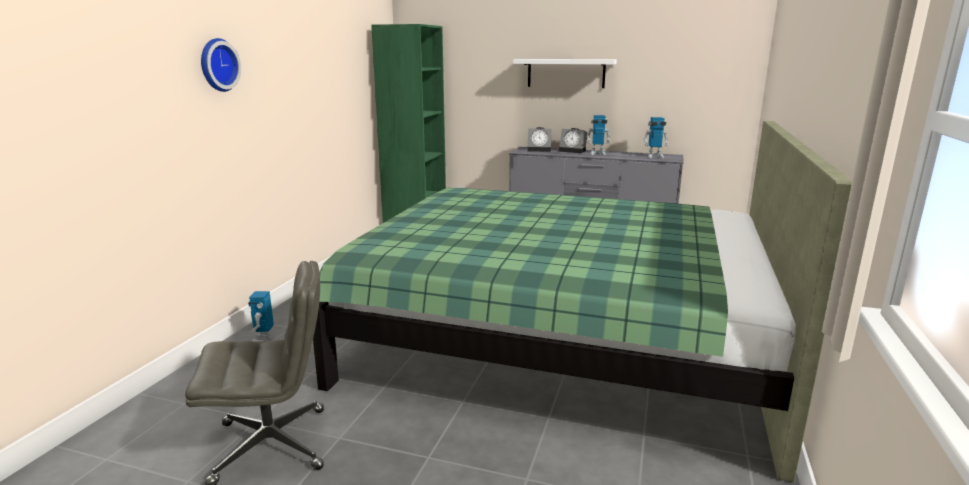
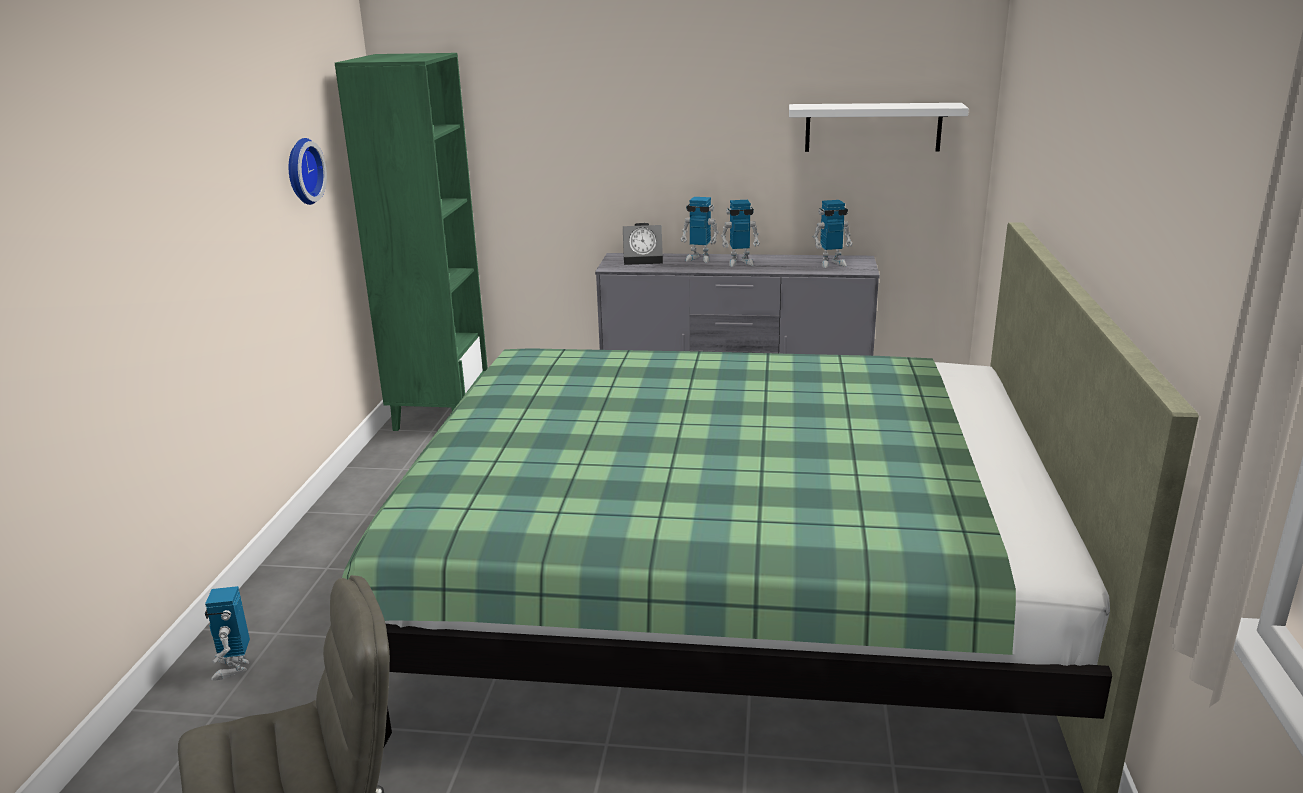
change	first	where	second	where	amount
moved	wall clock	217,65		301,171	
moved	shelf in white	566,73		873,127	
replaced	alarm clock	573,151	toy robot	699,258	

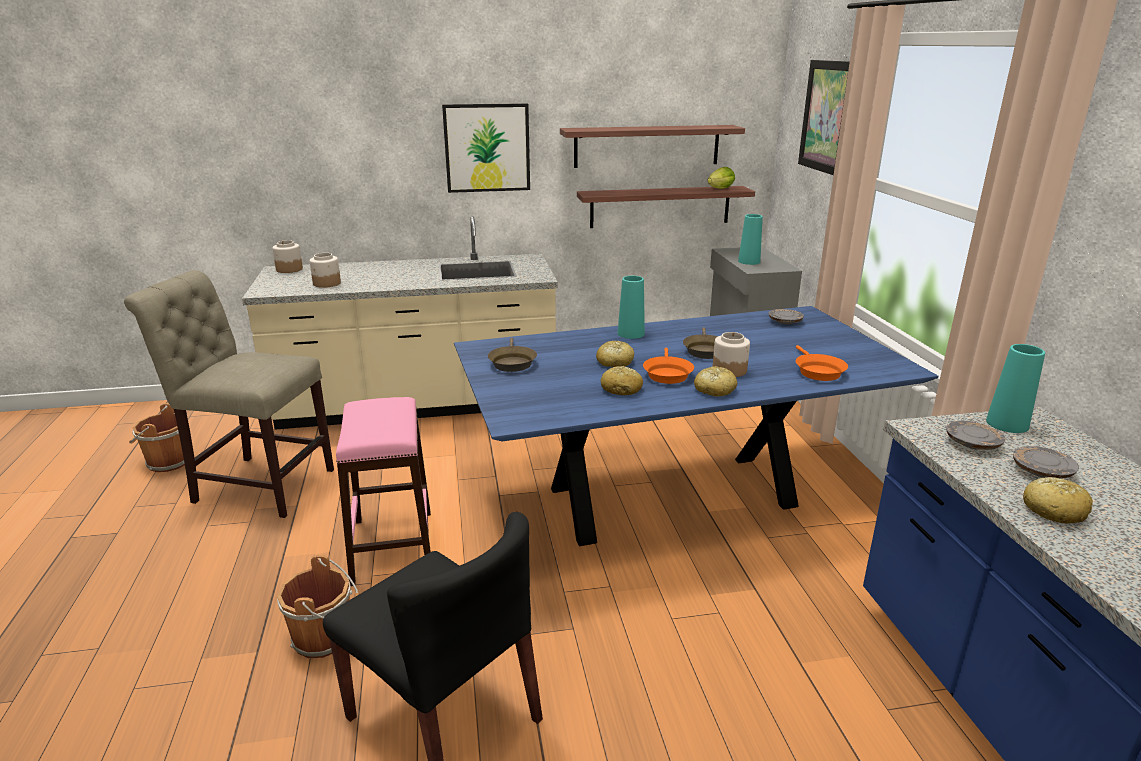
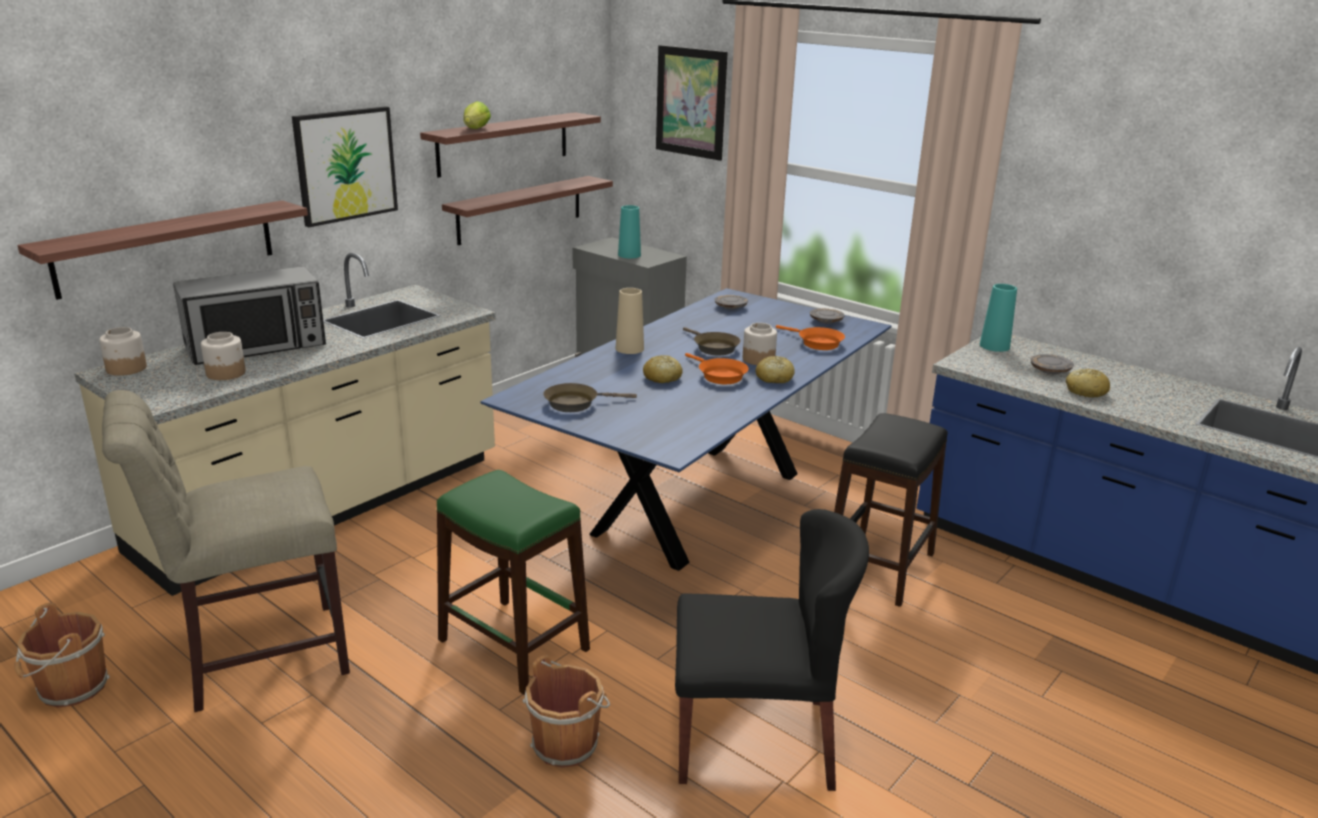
change	first	where	second	where	amount
moved	lettuce	719,189		475,129	
recoloured	vase in turquoise	631,333	vase in beige	629,349	
turned	frying pan in brown	512,362		575,403	120 degrees clockwise
removed	bread	621,389			
recoloured	stool in pink	392,547	stool in green	513,645	
moved	plate in grey	972,443		826,321	
added			shelf	166,248	
added			microwave	257,346	
added			stool in black	880,567	

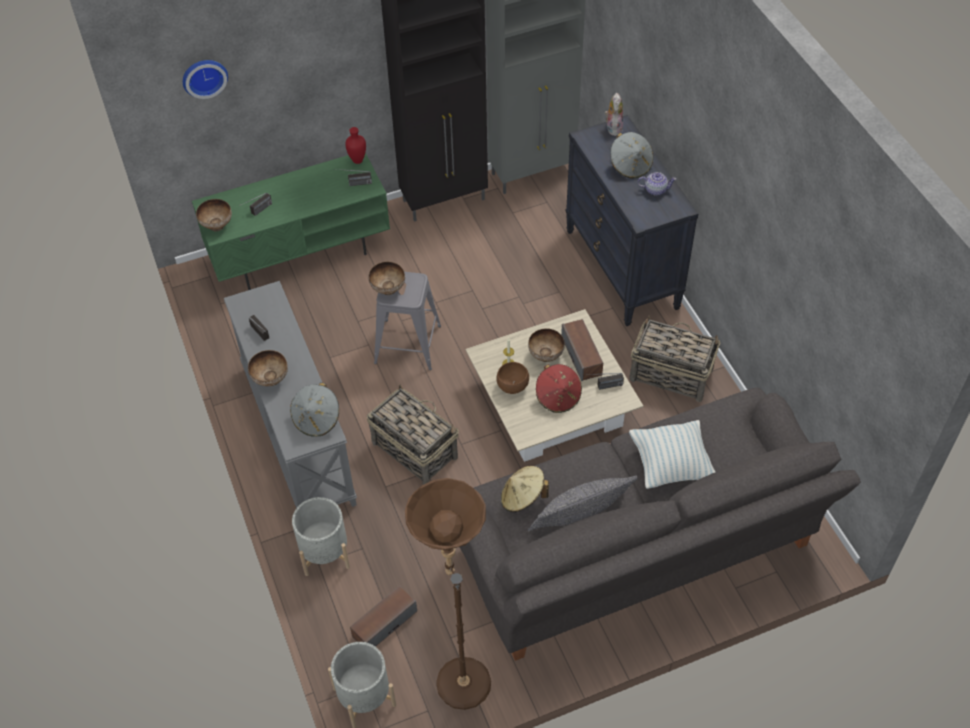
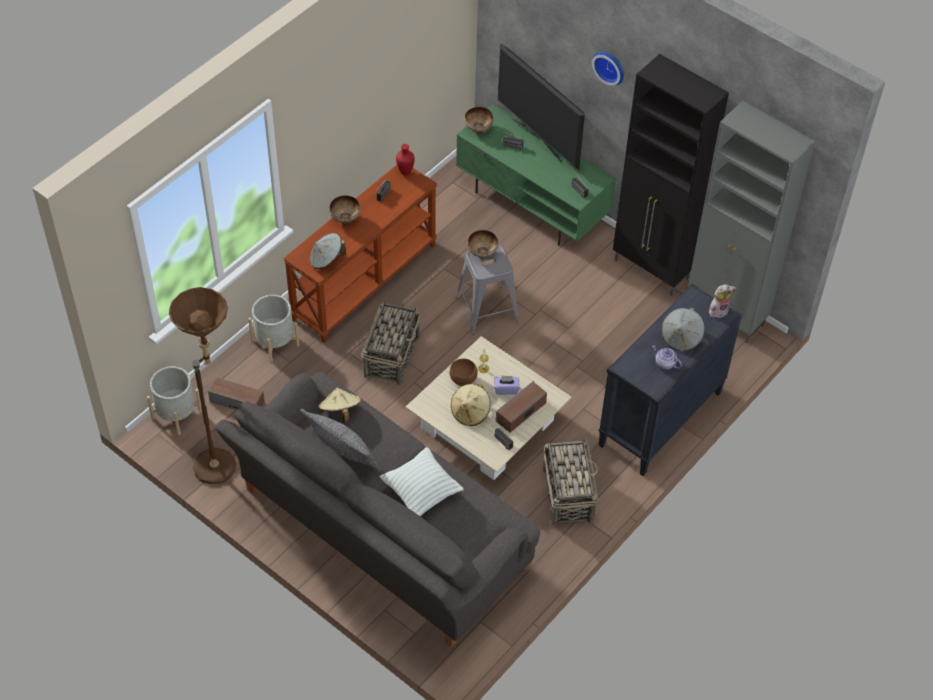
change	first	where	second	where	amount
moved	wall clock	204,76		610,66	
moved	vase in red	357,160		405,172	
turned	teapot	655,189		665,364	150 degrees clockwise
recoloured	console table in grey	296,434	console table in brown	364,281	
replaced	bowl	546,356	tissue box in purple	506,389	
recoloured	hat in red	558,397	hat in beige	470,412	
added			television	537,140	

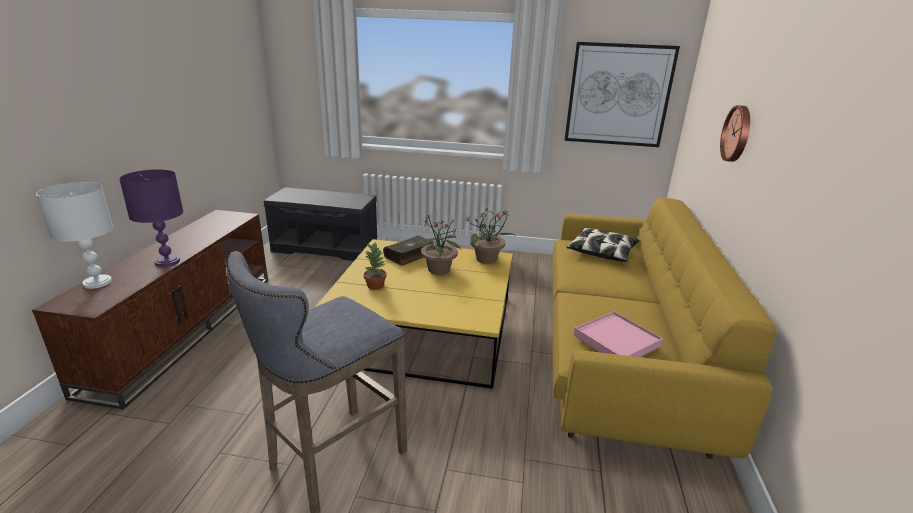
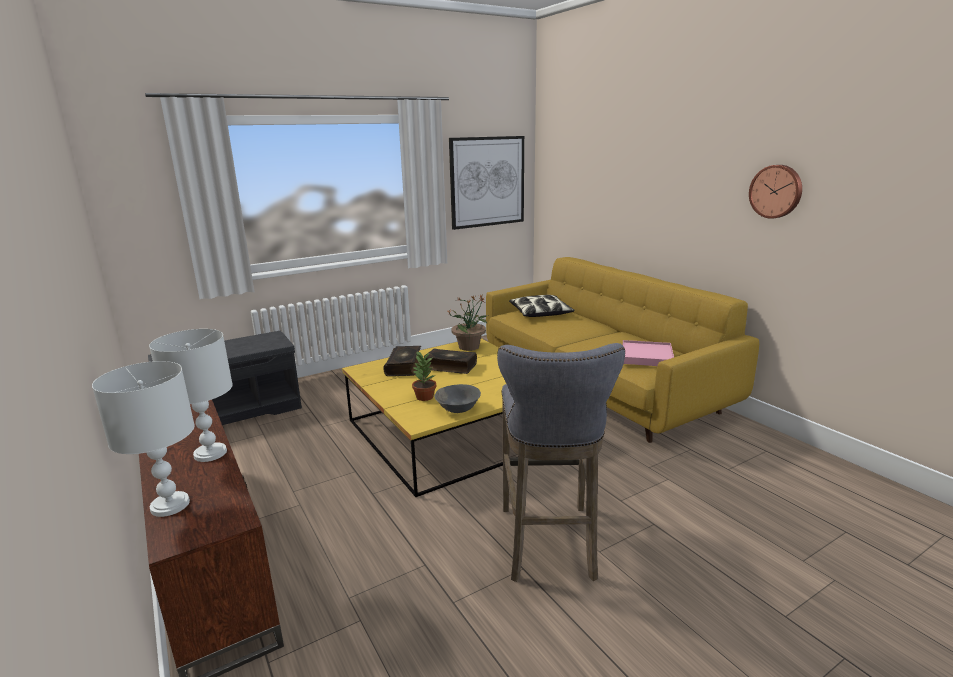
change	first	where	second	where	amount
moved	wall clock	738,134		776,191	
recoloured	table lamp in purple	168,261	table lamp in white	210,453	
replaced	potted plant	438,270	book	450,367	
added			bowl in grey	458,408	

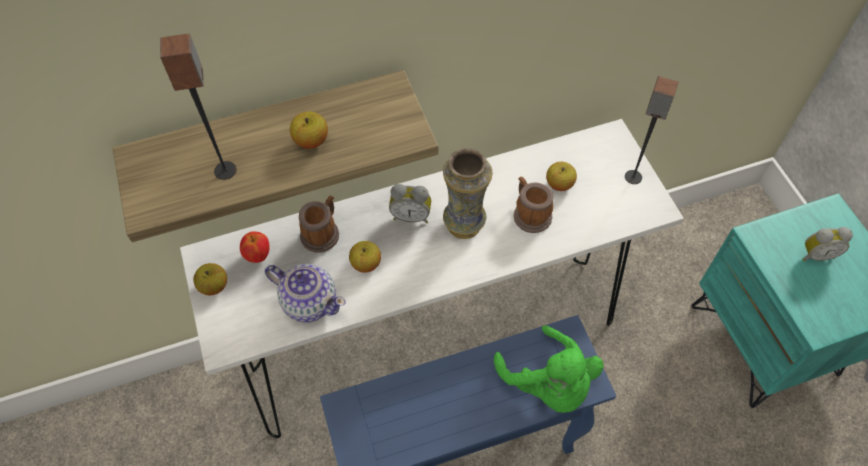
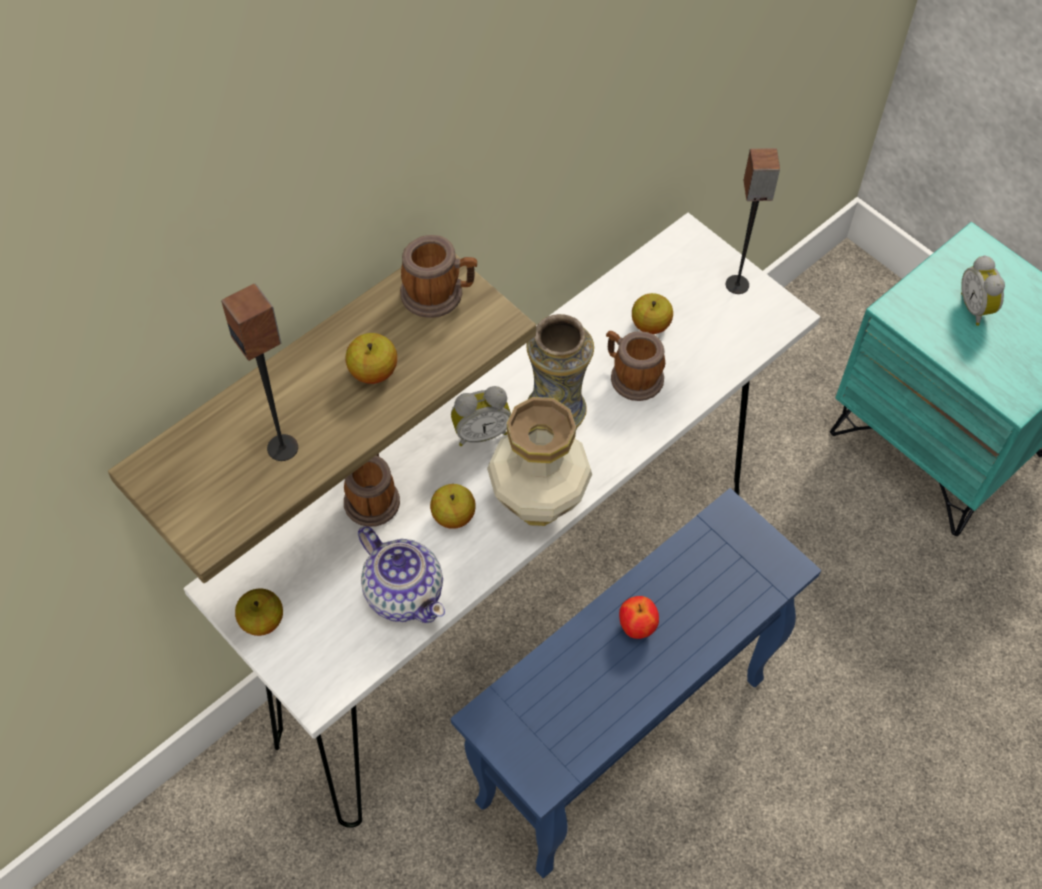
change	first	where	second	where	amount
turned	alarm clock	816,254		976,308	105 degrees clockwise
moved	apple	258,256		637,627	
turned	teapot	309,301		404,592	45 degrees clockwise
removed	plush toy in green	549,384			
added			mug	439,294	
added			vase	537,506	

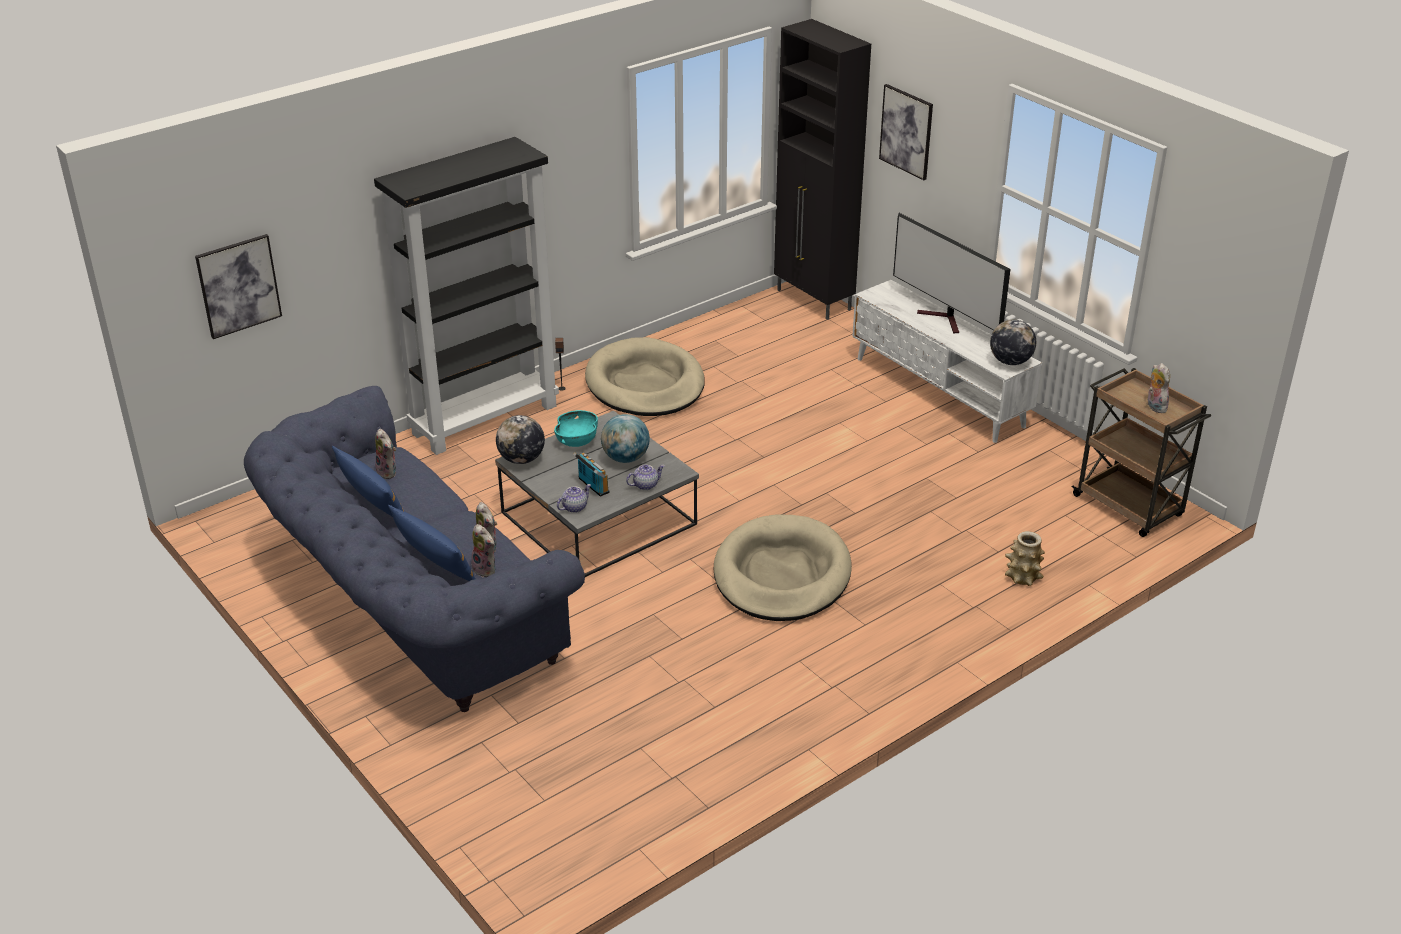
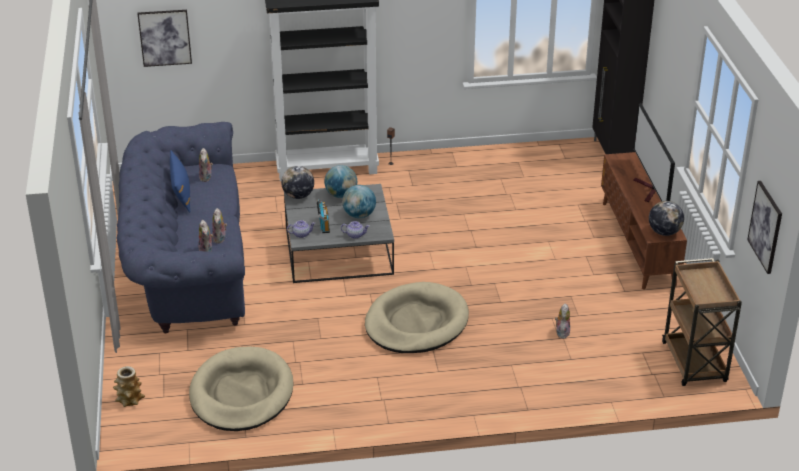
change	first	where	second	where	amount
moved	picture	906,131		765,227	
recoloured	tv stand in white	940,392	tv stand in brown	638,243	
moved	dog bed in beige	645,384		241,394	
moved	plush toy	1154,406		561,332	
replaced	bowl in turquoise	577,440	globe	341,195	
removed	pillow in blue	435,565			
moved	vase	1022,577		129,399	

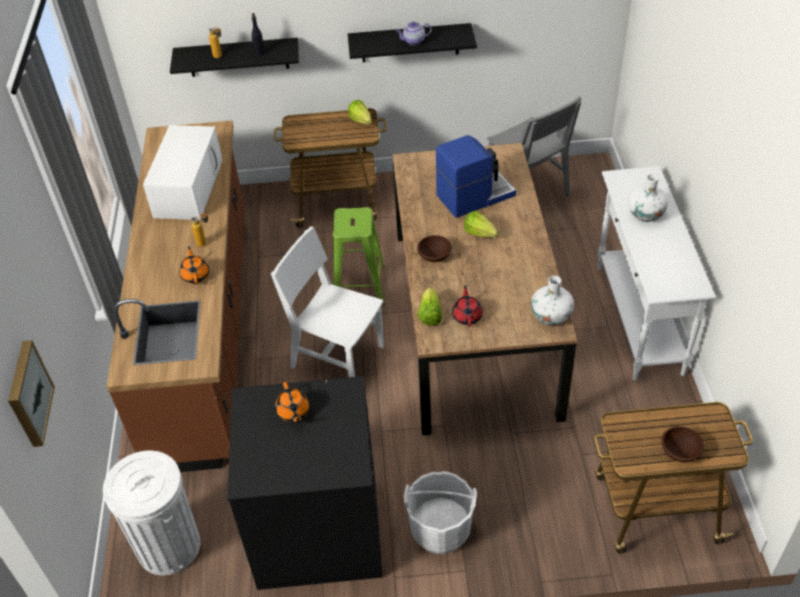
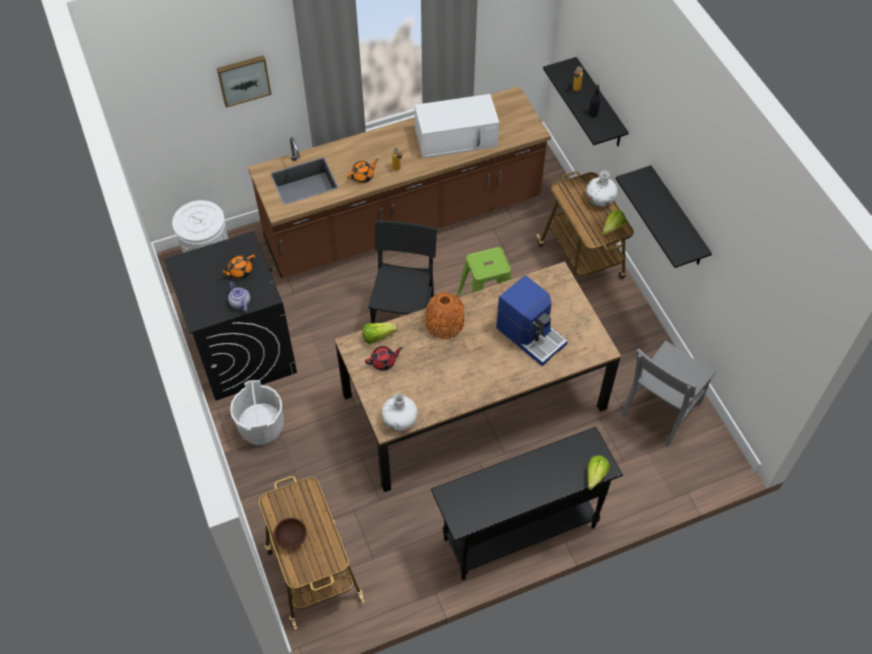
change	first	where	second	where	amount
moved	teapot	413,41		240,303	
recoloured	console table in white	638,319	console table in black	519,532	
moved	vase in white	645,215		600,200	
moved	lettuce	482,235		593,478	
recoloured	chair in white	337,356	chair in black	403,315	
replaced	bowl in brown	434,256	vase in orange	444,324	
moved	picture	28,394		243,79	

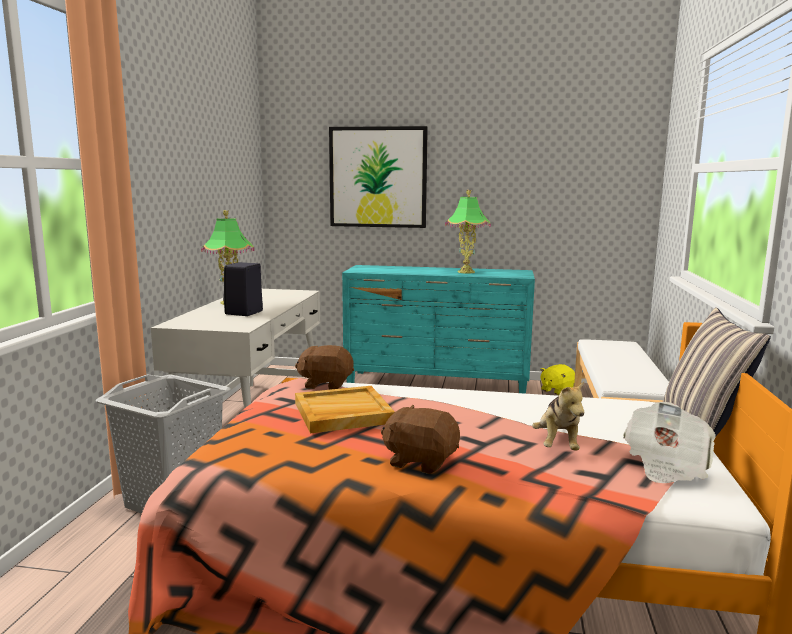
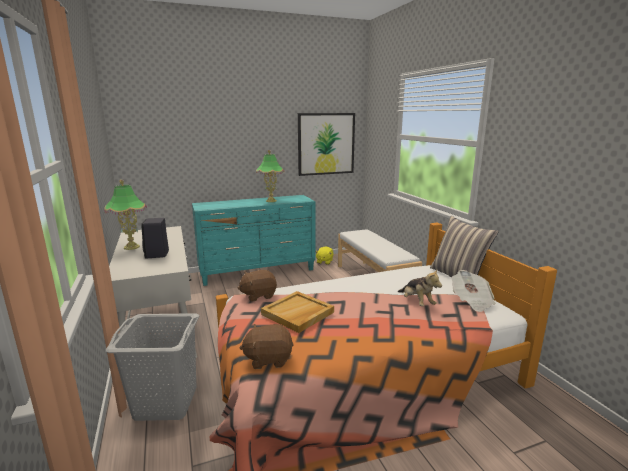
change	first	where	second	where	amount
moved	picture	378,177		326,144	
moved	plush toy in brown	420,461		268,359	

